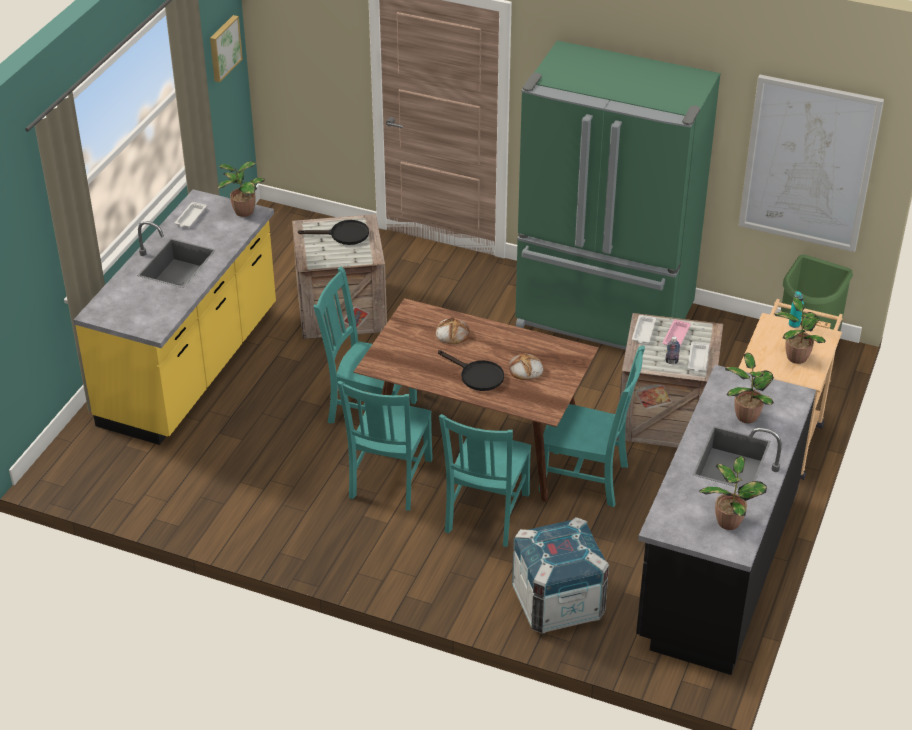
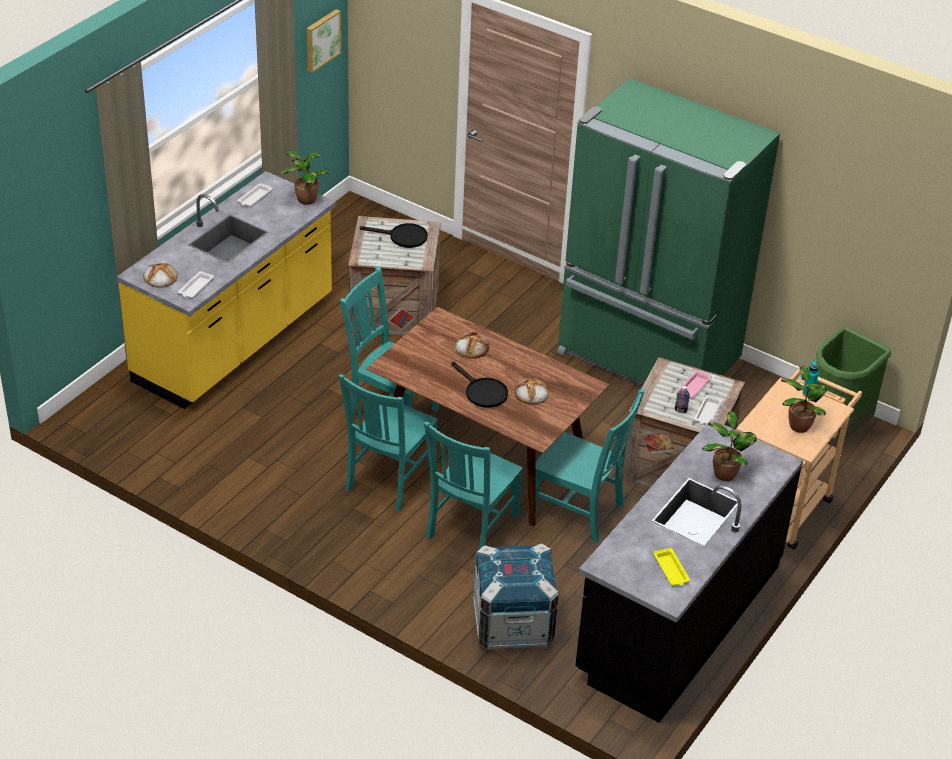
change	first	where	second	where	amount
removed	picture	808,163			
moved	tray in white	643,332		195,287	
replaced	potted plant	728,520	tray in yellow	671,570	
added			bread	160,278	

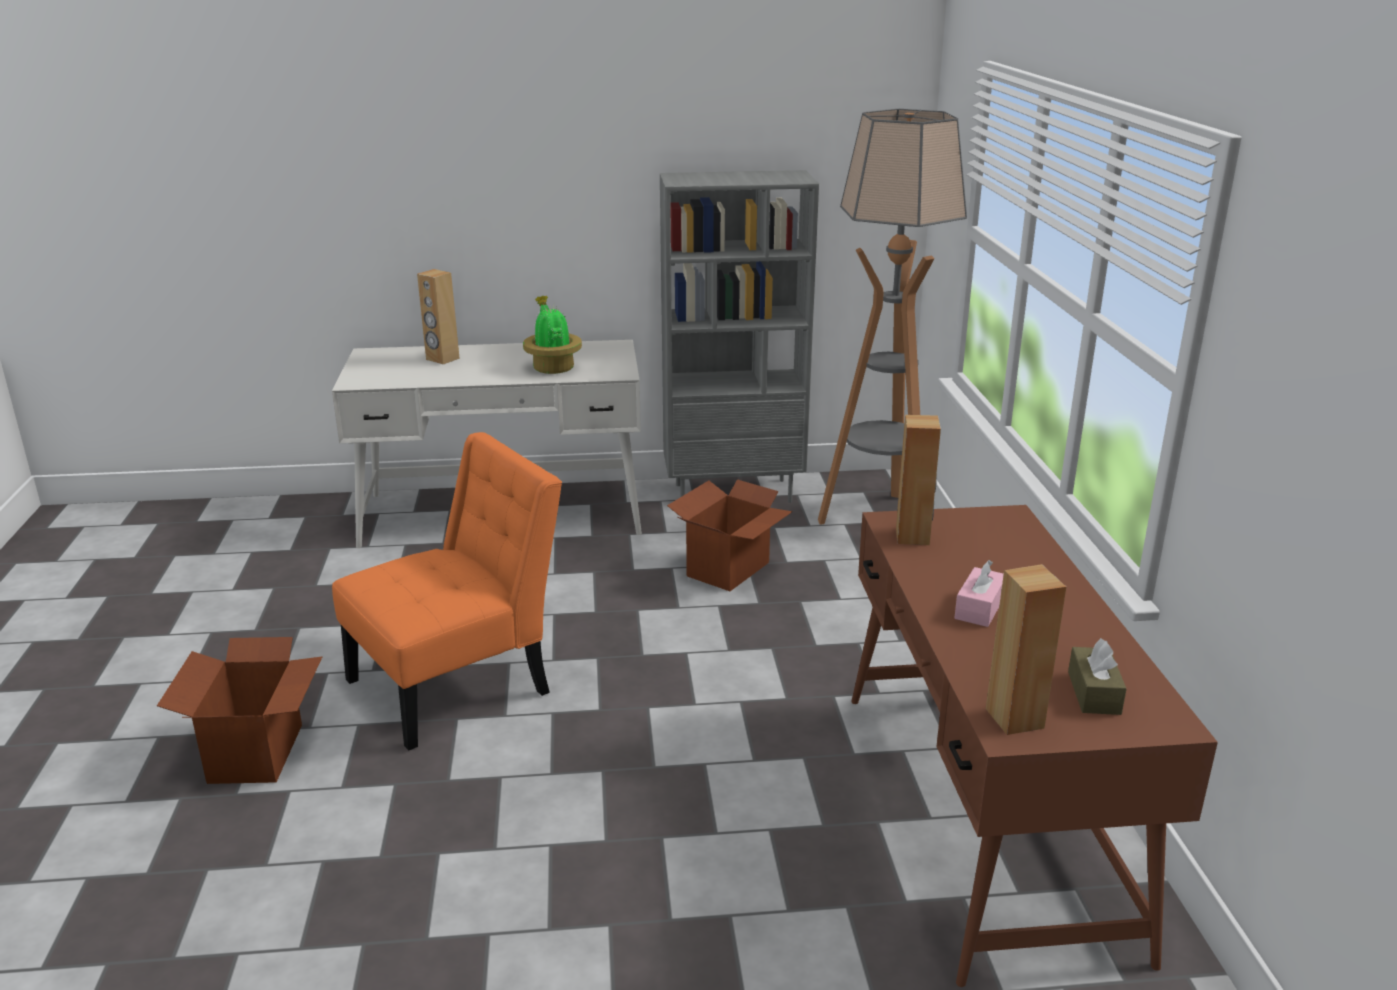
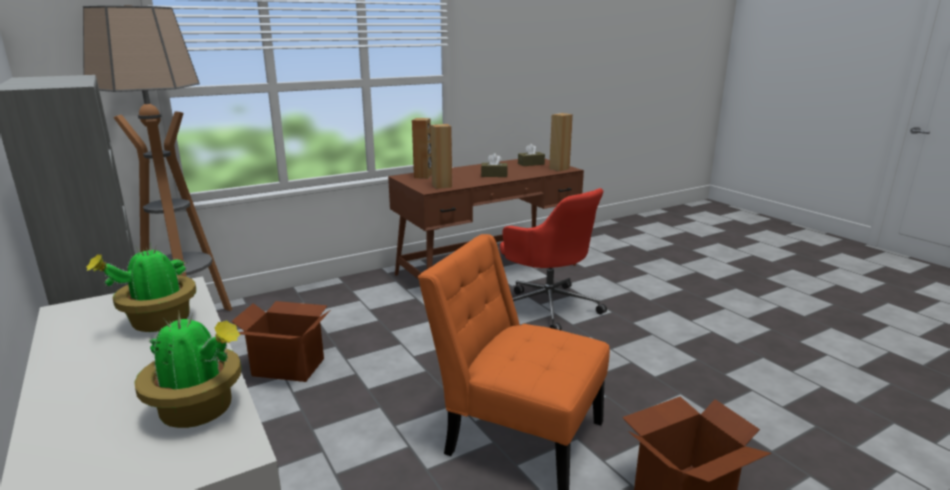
change	first	where	second	where	amount
moved	speaker in brown	442,359		423,176	
recoloured	tissue box in pink	979,608	tissue box in brown	494,175	
added			office chair in red	548,306	
added			potted plant	200,411	

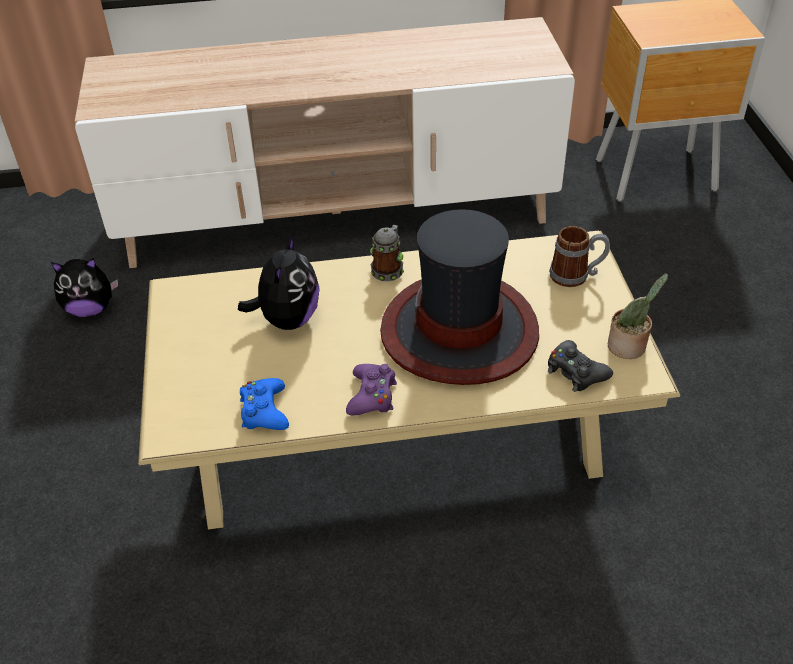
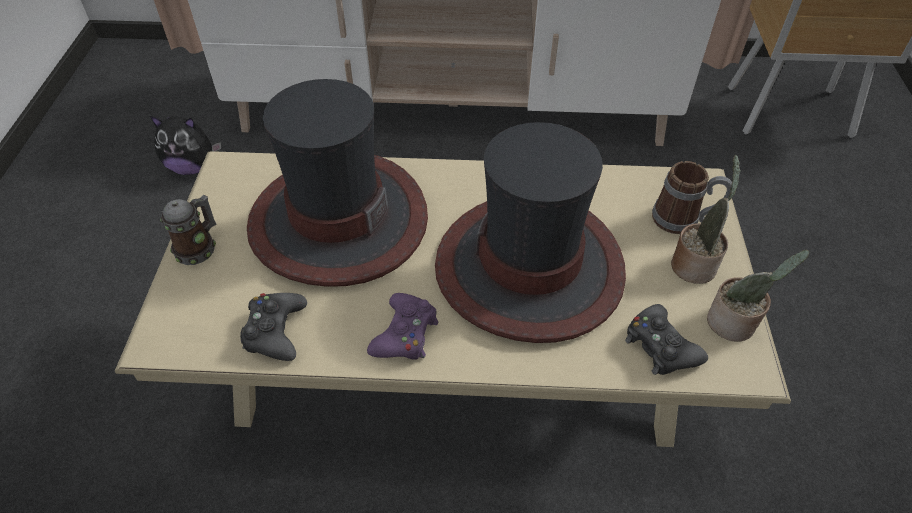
change	first	where	second	where	amount
moved	mug	388,269		199,247	
replaced	plush toy	287,319	hat	337,220	
recoloured	game controller in blue	264,411	game controller in black	275,331	
added			potted plant	694,264	

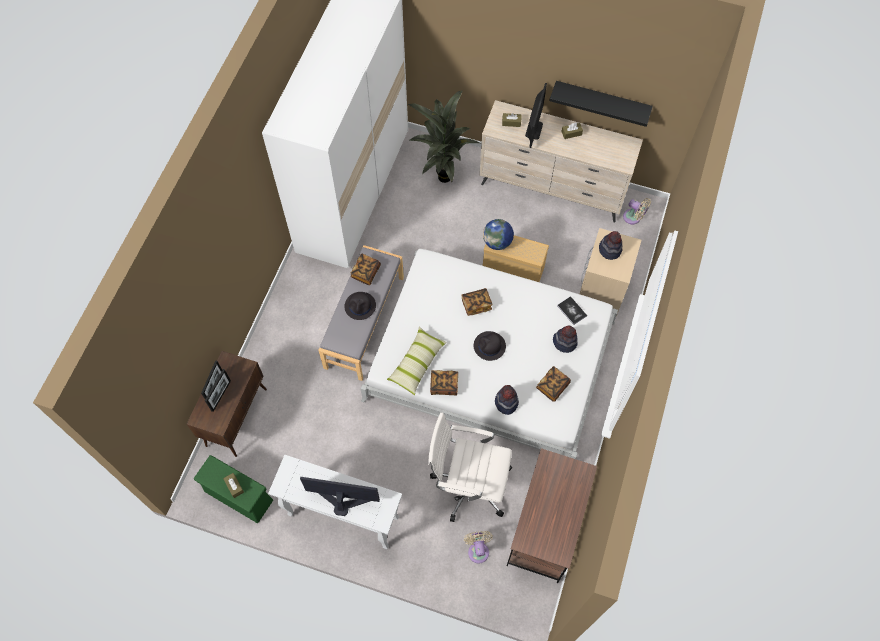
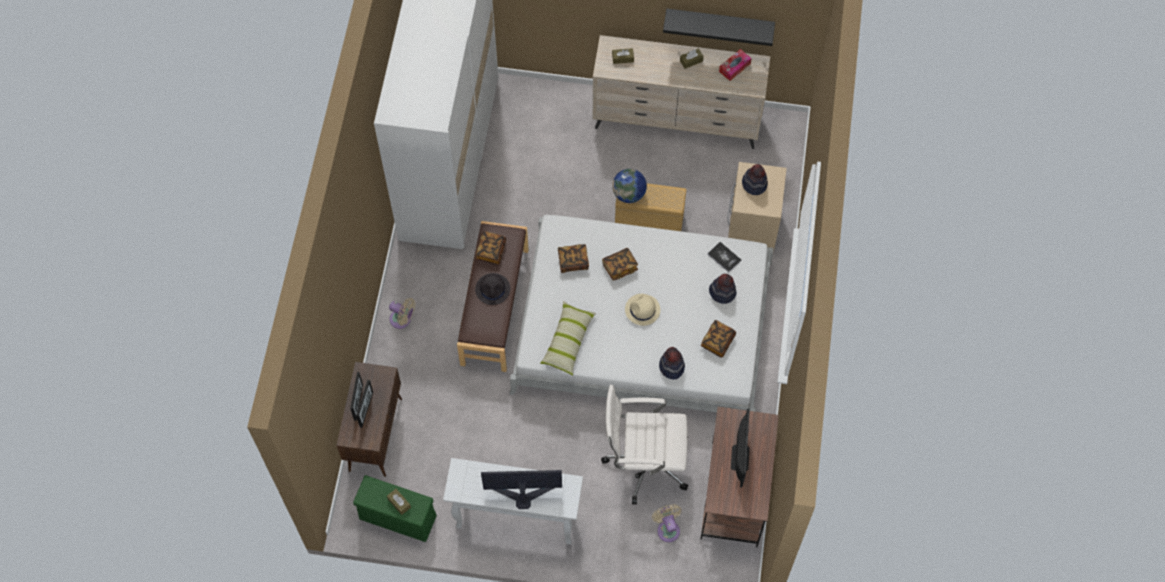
change	first	where	second	where	amount
moved	monitor	534,129		740,458	
removed	potted plant	441,176			
moved	fan in beige	633,218		402,320	
recoloured	bench in grey	365,322	bench in brown	495,307	
recoloured	hat in black	489,346	hat in beige	642,310	
moved	book	444,385		573,262	
added			tissue box	734,67	

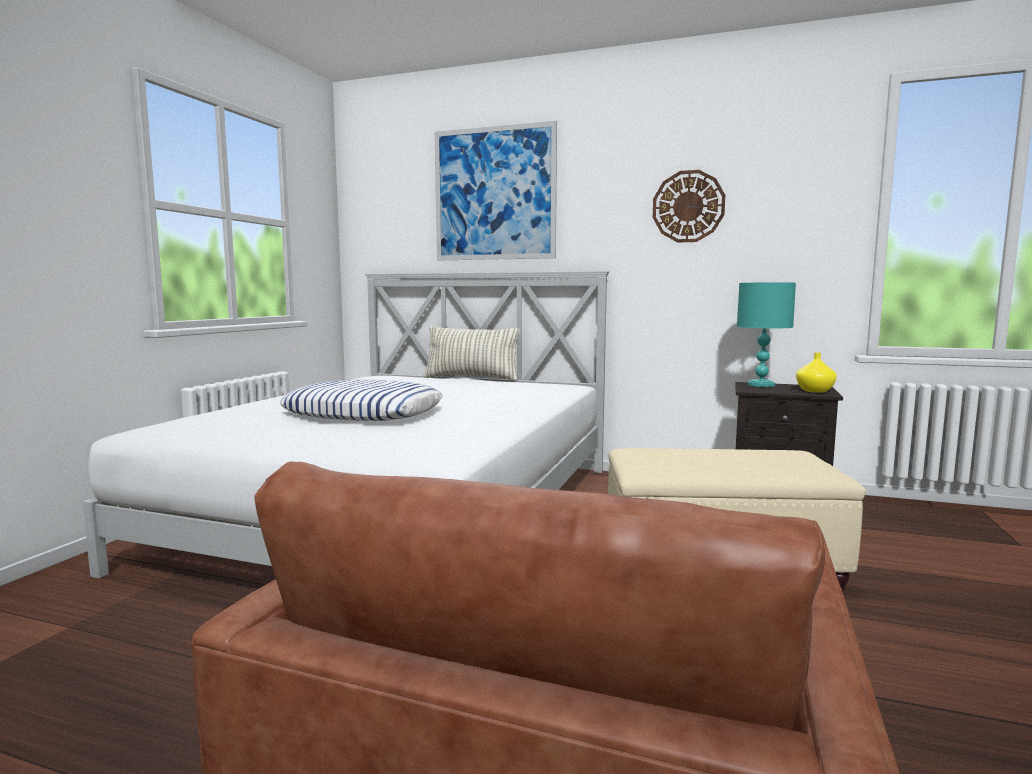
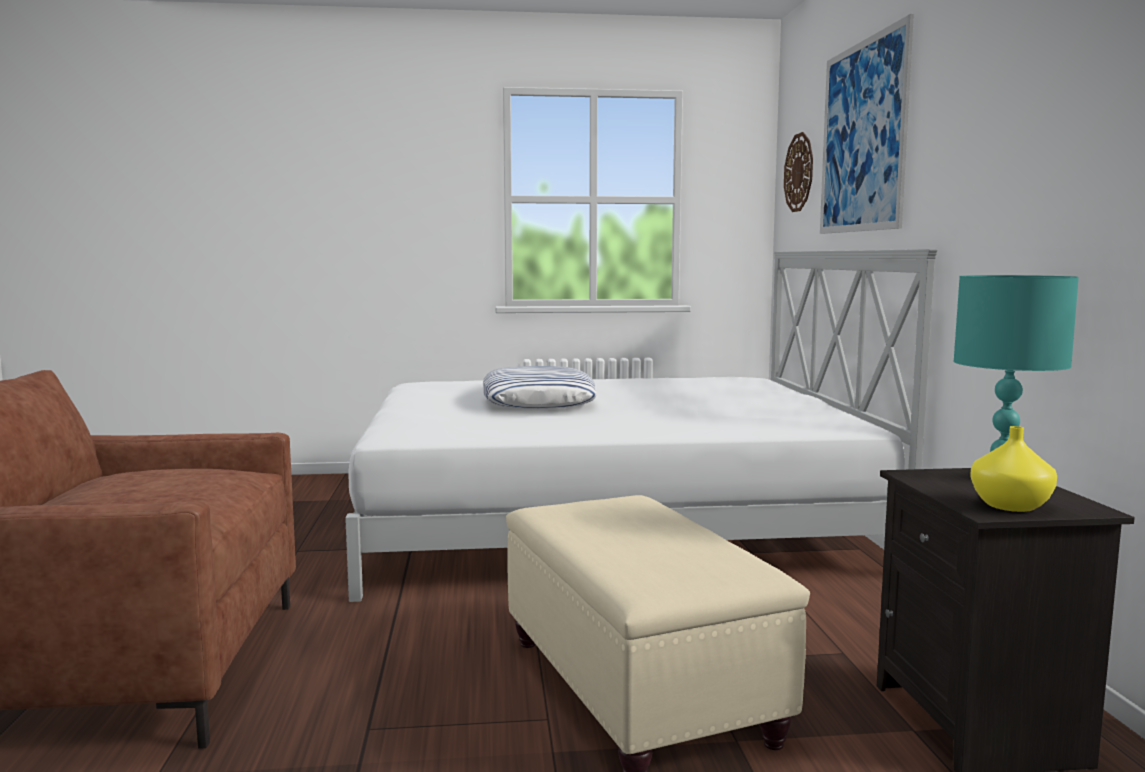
change	first	where	second	where	amount
moved	wall clock	688,206		799,172	
removed	pillow	472,378			

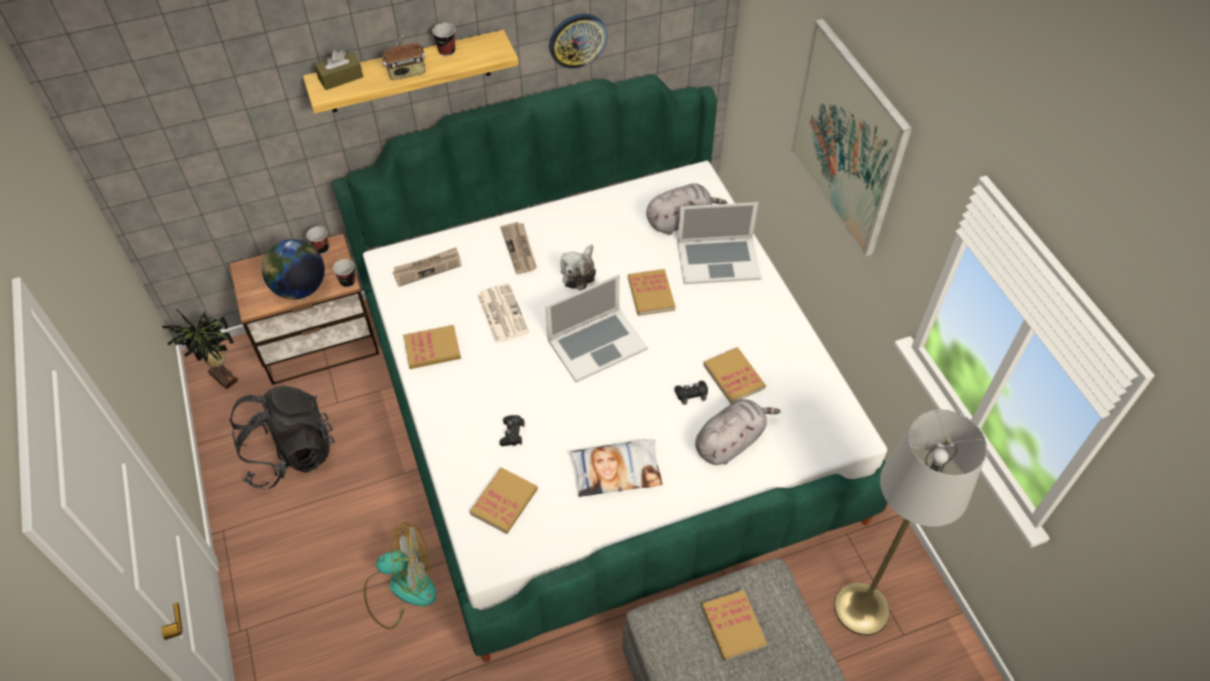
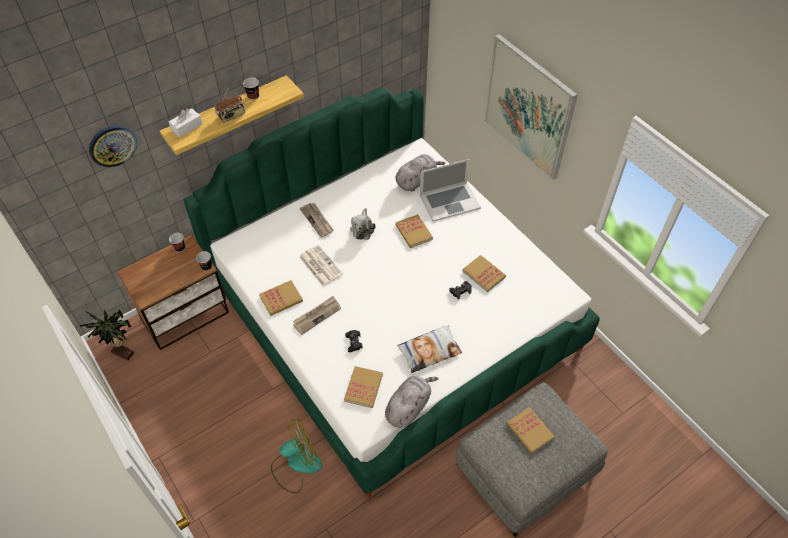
change	first	where	second	where	amount
moved	wall clock	577,40		112,145	
recoloured	tissue box in brown	340,77	tissue box in white	187,127	
removed	globe	300,288			
moved	newspaper	427,268		317,315	
removed	laptop	597,344			
removed	backpack in black	290,453			
moved	plush toy in grey	730,441		408,407	
removed	floor lamp in grey	861,608			

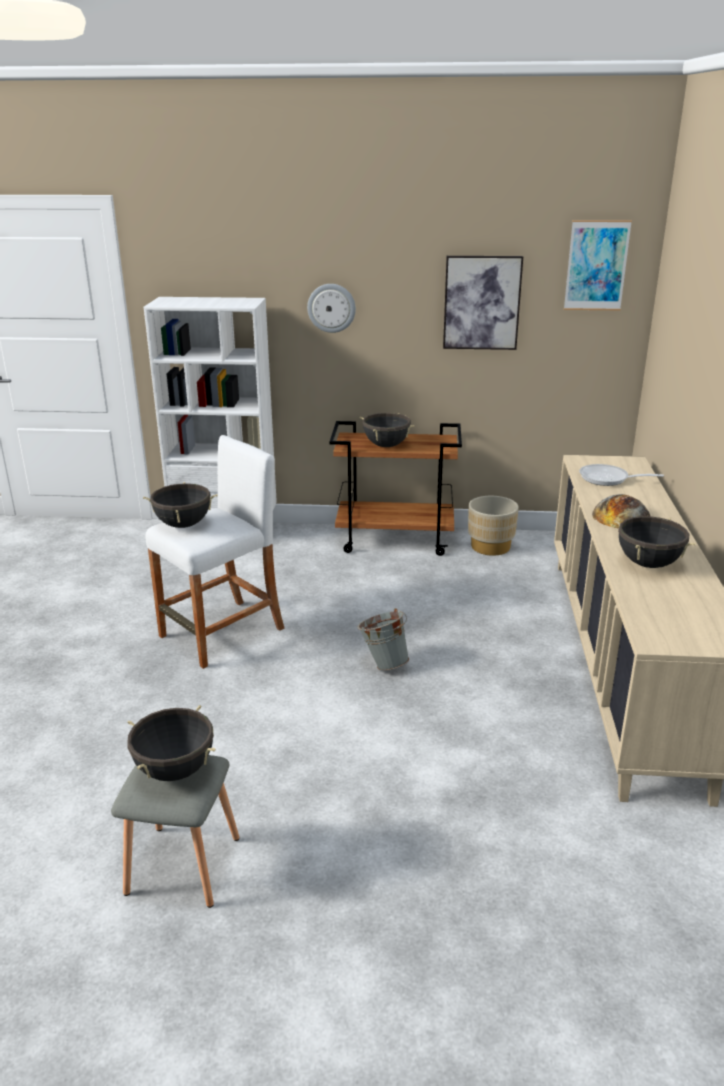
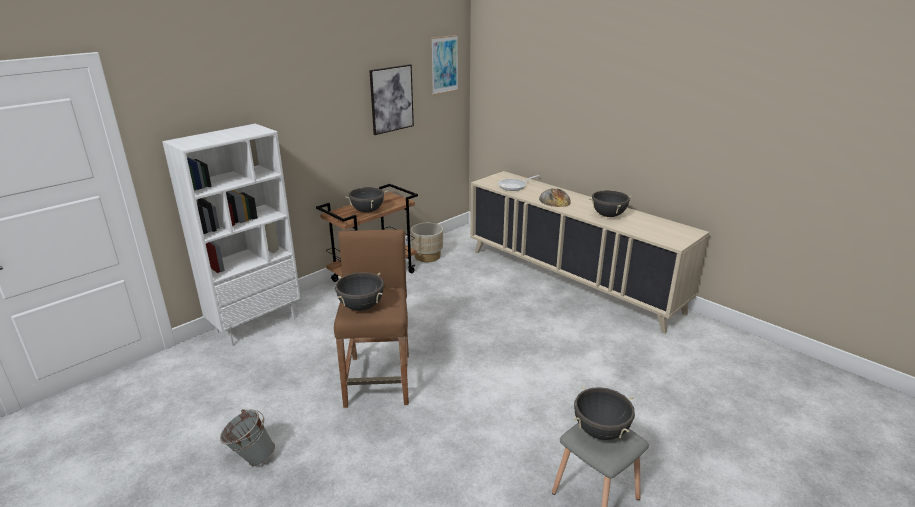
change	first	where	second	where	amount
removed	wall clock	331,308			
recoloured	stool in white	222,633	stool in brown	379,379	
moved	bucket in grey	383,663		251,458	

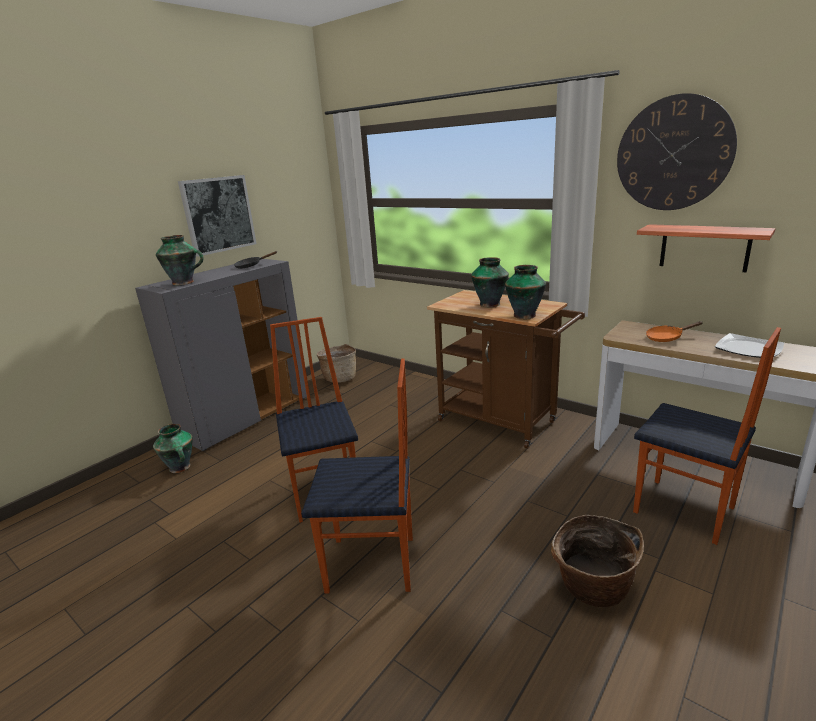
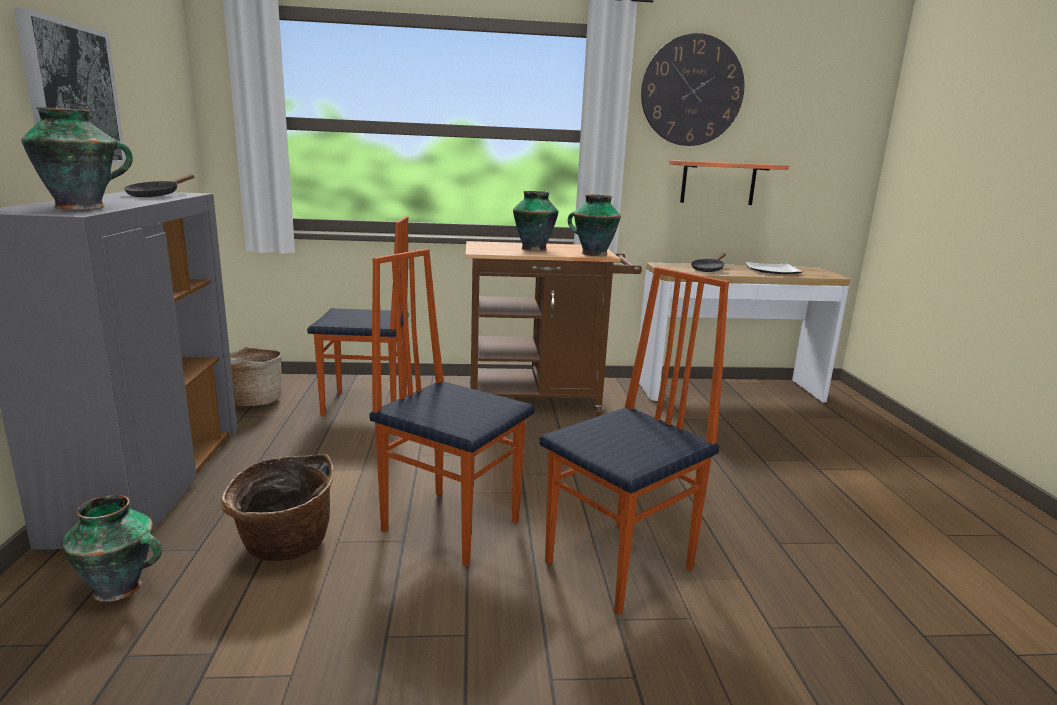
change	first	where	second	where	amount
recoloured	frying pan in orange	667,338	frying pan in black	708,269	
moved	chair	684,511		366,404	
moved	basket	592,589		284,547	

